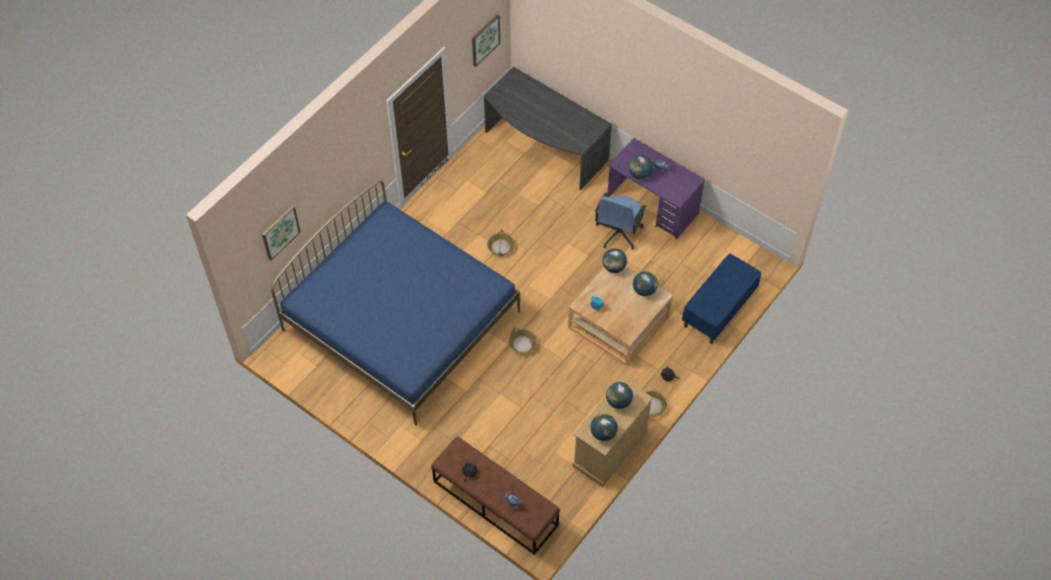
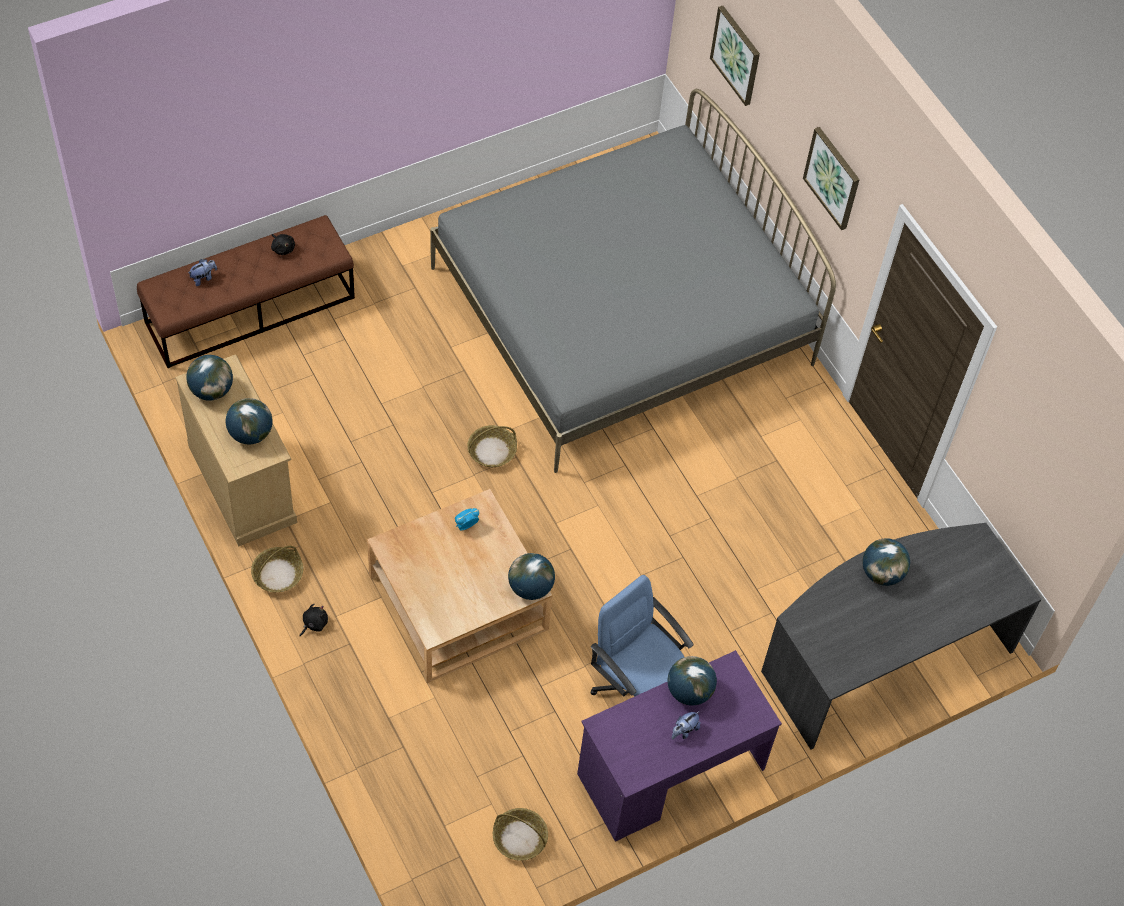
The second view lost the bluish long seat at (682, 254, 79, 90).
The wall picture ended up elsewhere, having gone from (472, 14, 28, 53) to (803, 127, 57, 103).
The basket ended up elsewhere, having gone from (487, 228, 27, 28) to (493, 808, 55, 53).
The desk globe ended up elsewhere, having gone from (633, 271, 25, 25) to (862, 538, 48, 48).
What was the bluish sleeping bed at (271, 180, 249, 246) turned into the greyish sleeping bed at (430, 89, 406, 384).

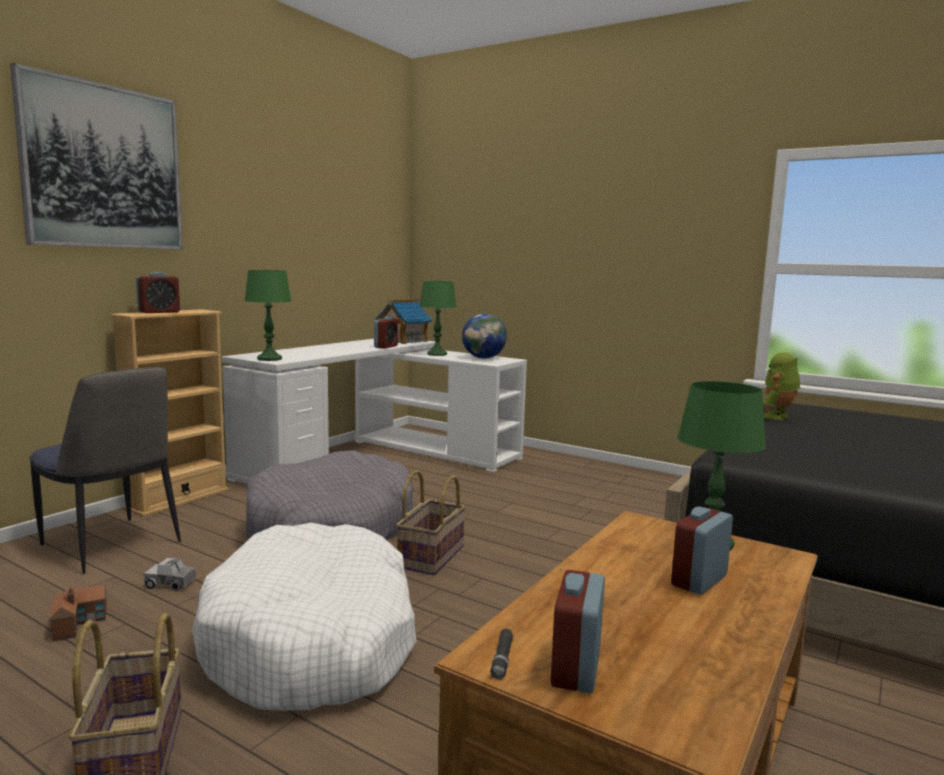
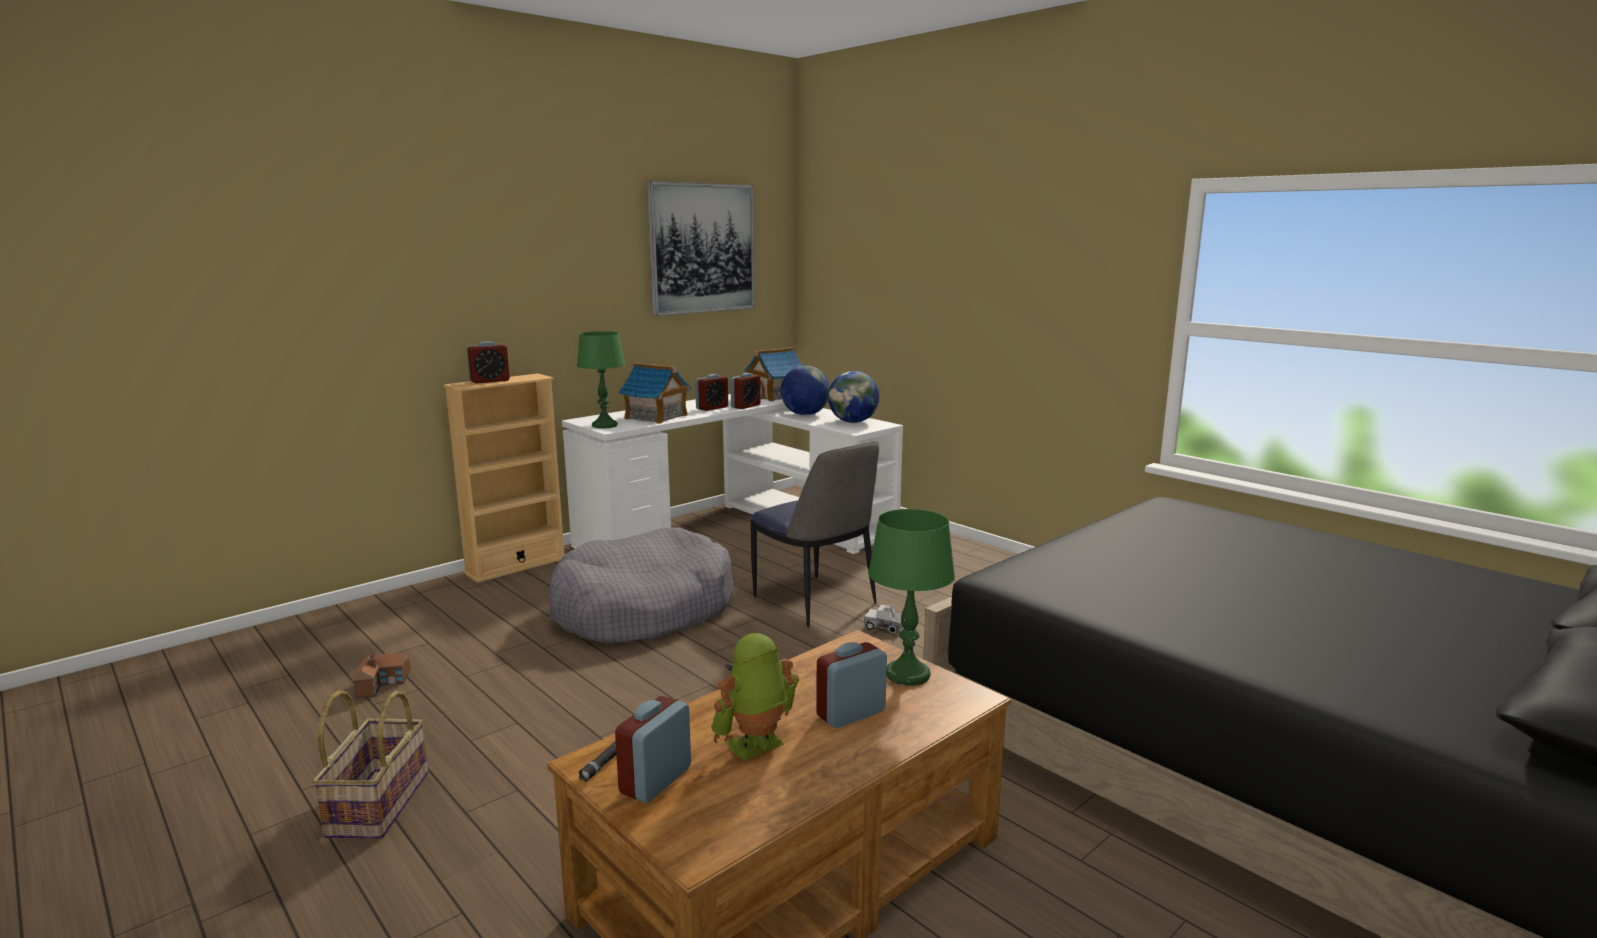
The second view lost the whitish pet bed at (192, 523, 225, 188).
The second view lost the basket at (396, 470, 70, 105).
The second view gained the toy house at (619, 362, 72, 62).
The second view gained the alarm clock at (695, 374, 33, 37).
The wall picture ended up elsewhere, having gone from (10, 63, 173, 187) to (647, 181, 108, 135).
The plain chair ended up elsewhere, having gone from (29, 367, 152, 207) to (750, 442, 129, 185).
The model truck ended up elsewhere, having gone from (144, 558, 52, 34) to (864, 604, 39, 30).
The robot figure ended up elsewhere, having gone from (764, 352, 36, 69) to (711, 633, 88, 128).
Where the greenish table lamp stood at (420, 281, 37, 75), the desk globe came to stand at (780, 366, 50, 49).

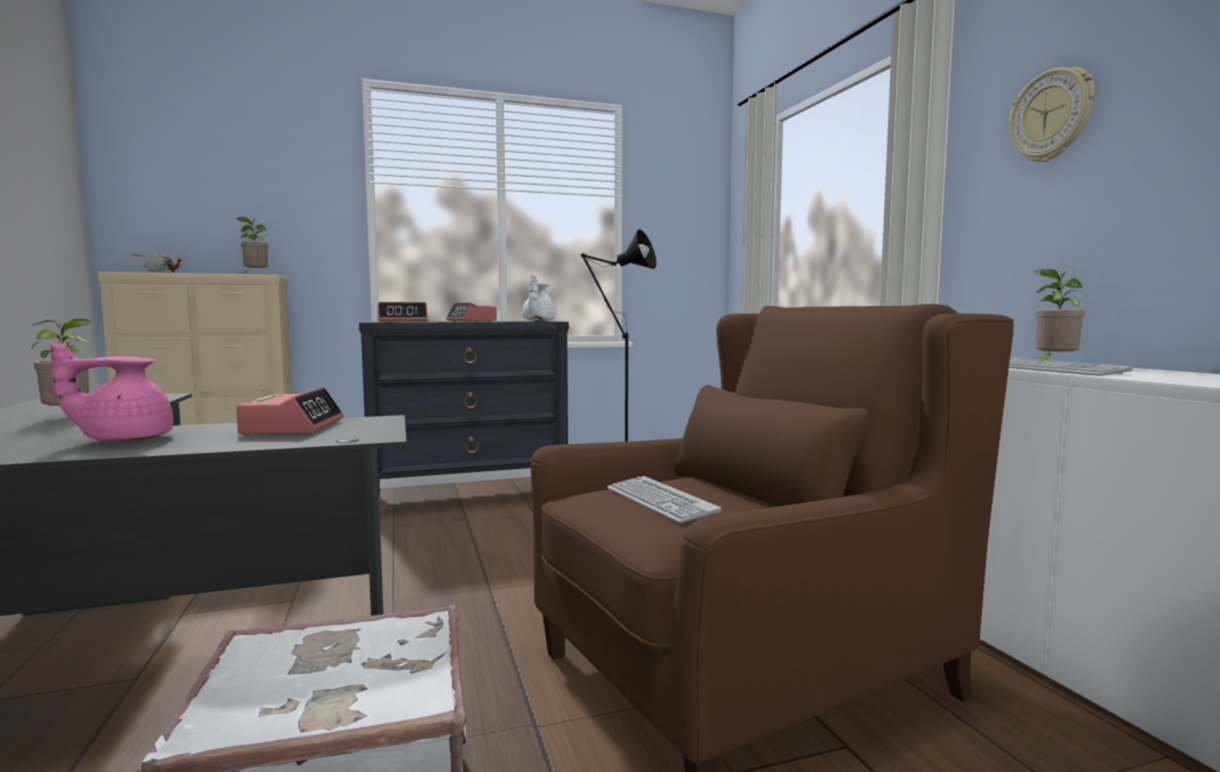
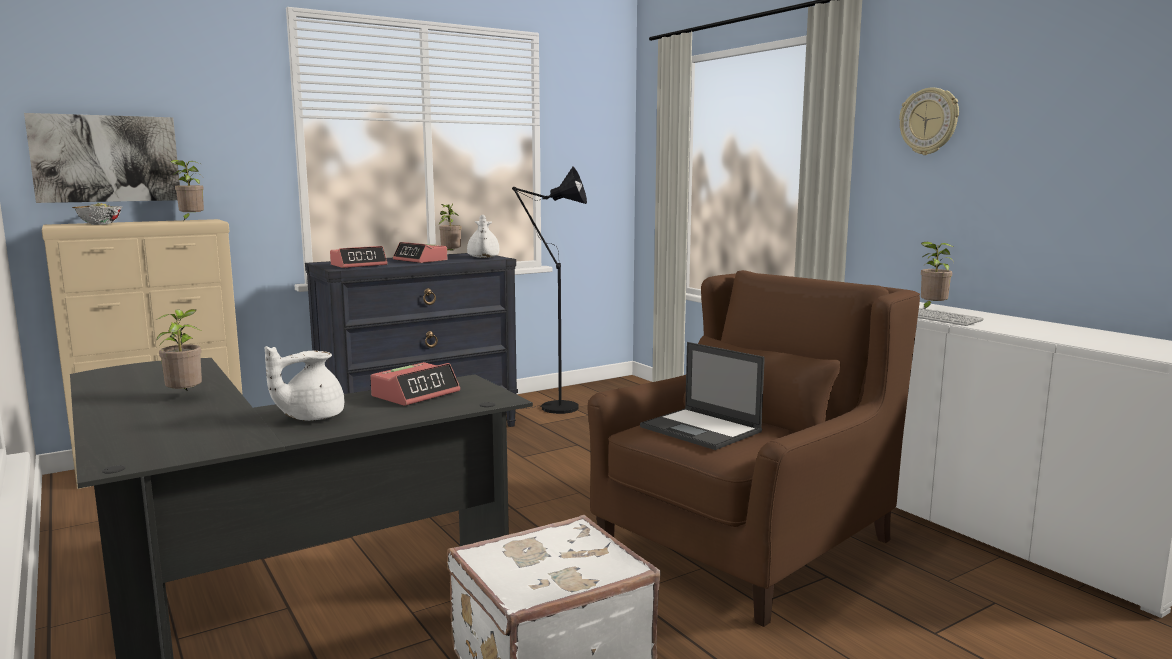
The second view gained the wall picture at (24, 113, 156, 90).
The second view gained the houseplant at (438, 204, 24, 47).
Where the keyboard stood at (607, 476, 115, 47), the laptop came to stand at (640, 342, 125, 108).
What was the pink-coloured pot for tea at (50, 341, 124, 101) turned into the whitish pot for tea at (265, 346, 79, 75).
The alarm clock at (236, 387, 107, 47) ended up facing another way, 60 degrees clockwise from before.

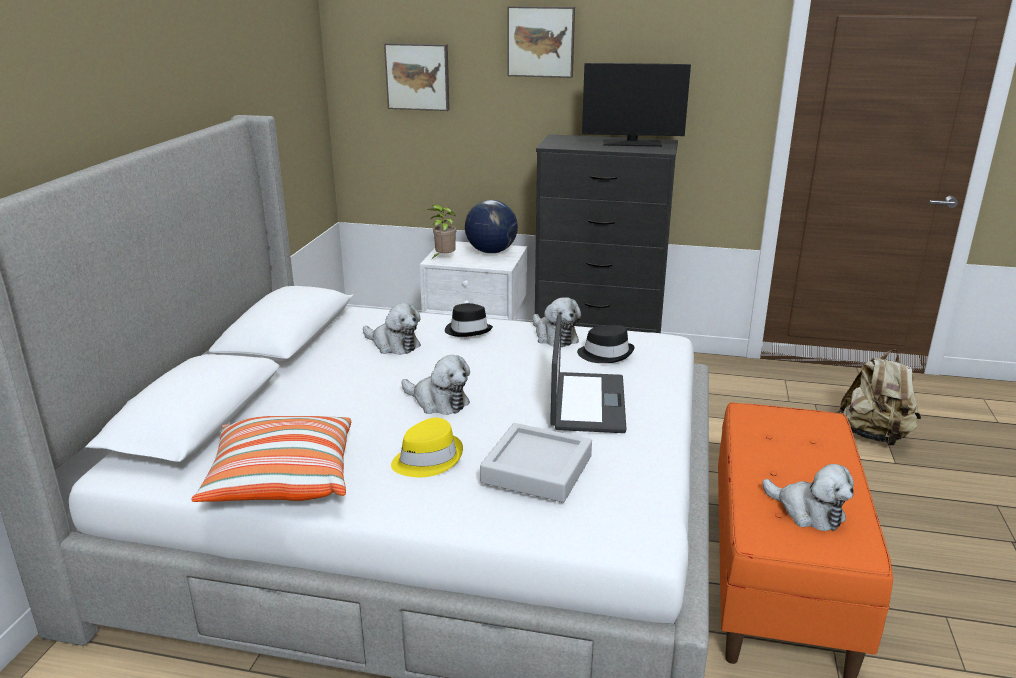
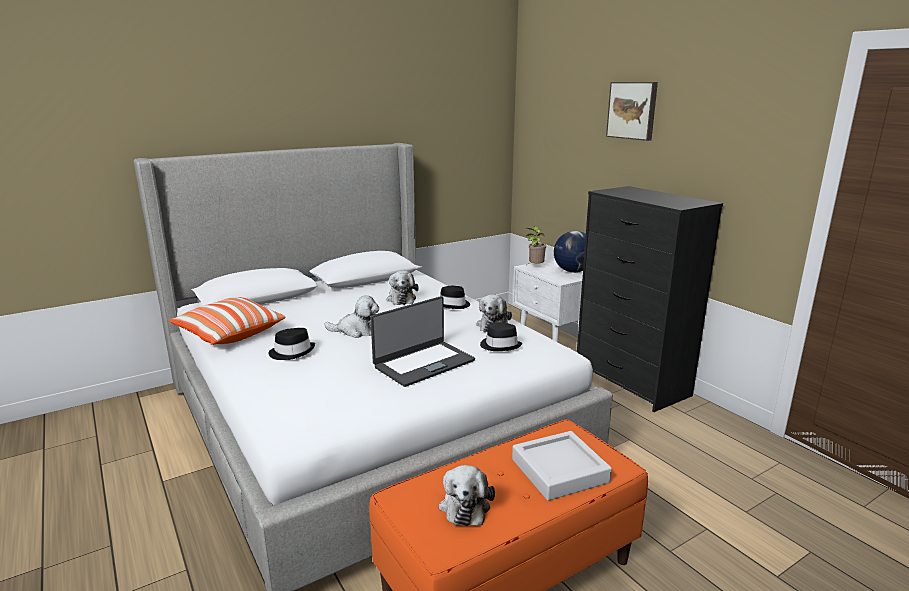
The second view lost the wall picture at (384, 43, 66, 68).
The second view lost the computer display at (582, 63, 109, 84).
The second view lost the beige backpack at (836, 350, 85, 96).
The greyish carrying tray ended up elsewhere, having gone from (480, 423, 112, 80) to (512, 431, 100, 70).
What was the yellow hat at (391, 418, 72, 59) turned into the black-coloured hat at (268, 328, 47, 32).
The plush toy at (401, 355, 69, 60) ended up facing another way, 75 degrees counterclockwise from before.

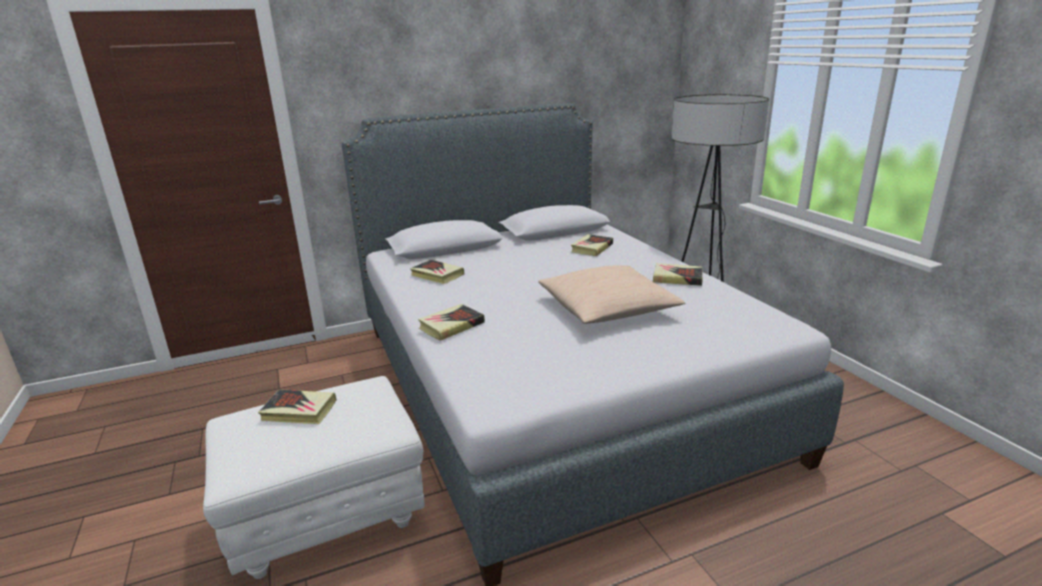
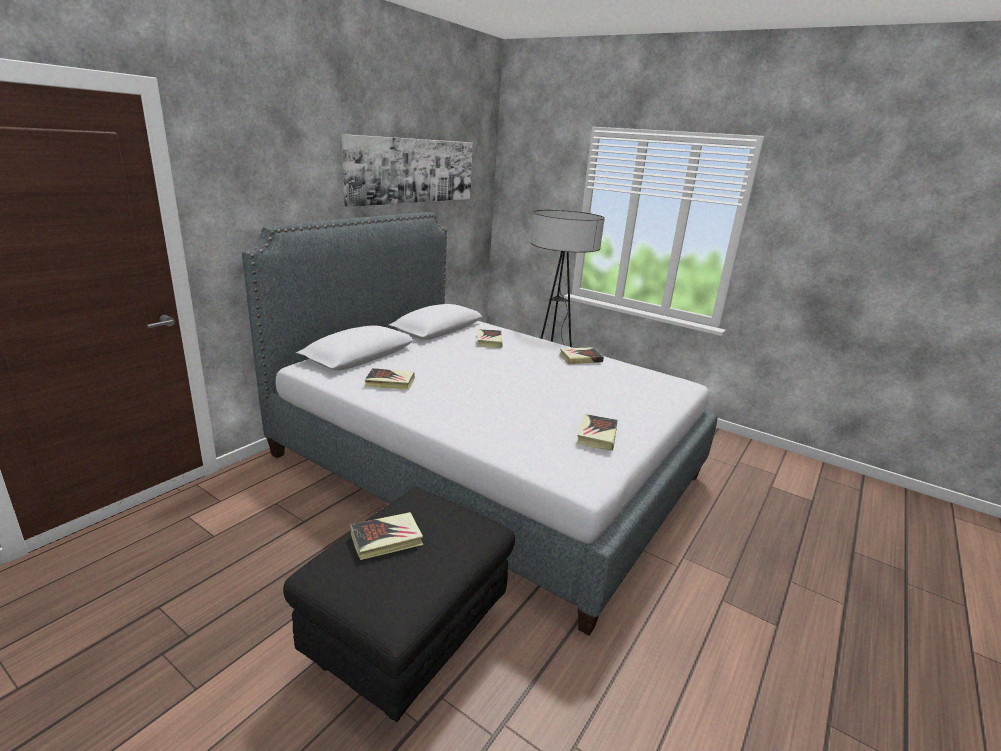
The second view lost the beige cushion at (538, 265, 147, 59).
The second view gained the wall picture at (342, 134, 131, 73).
The volume ended up elsewhere, having gone from (418, 304, 67, 37) to (577, 414, 41, 37).
What was the whitish footrest at (203, 376, 221, 203) turned into the black-coloured footrest at (283, 487, 232, 235).

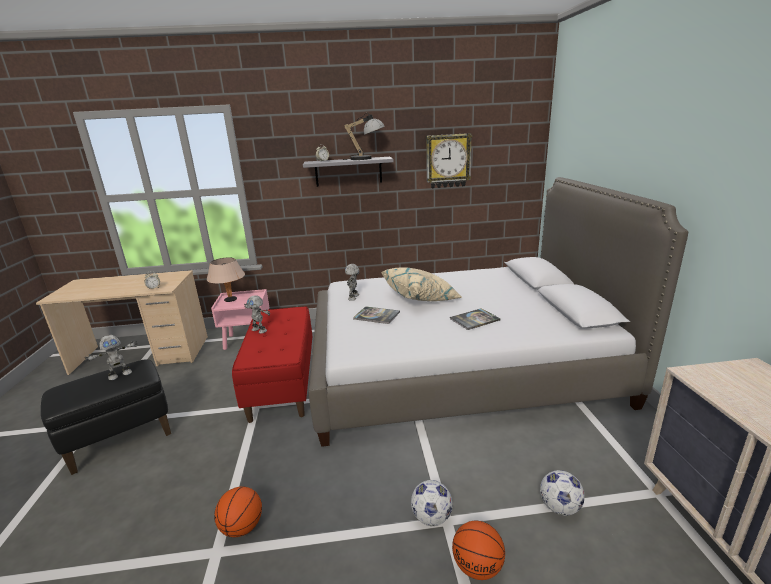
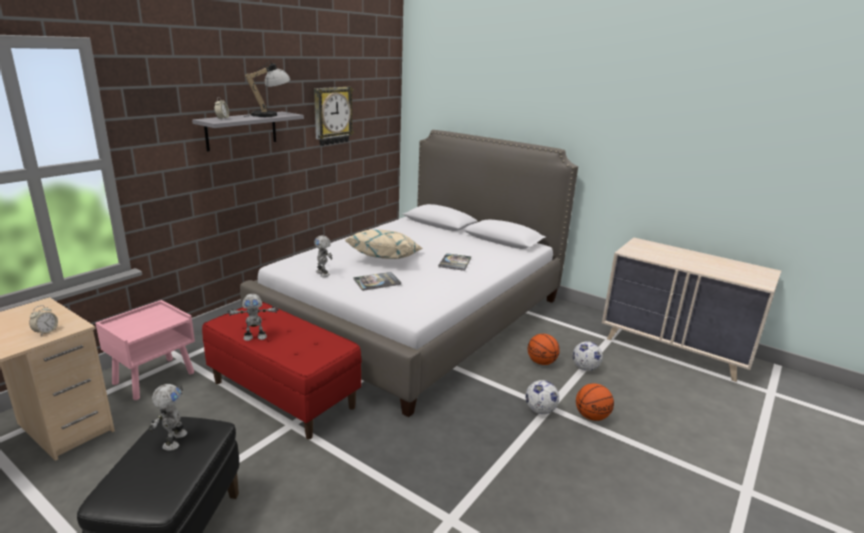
The second view lost the beige table lamp at (206, 257, 39, 45).
The basketball ball ended up elsewhere, having gone from (214, 486, 48, 51) to (528, 334, 32, 31).

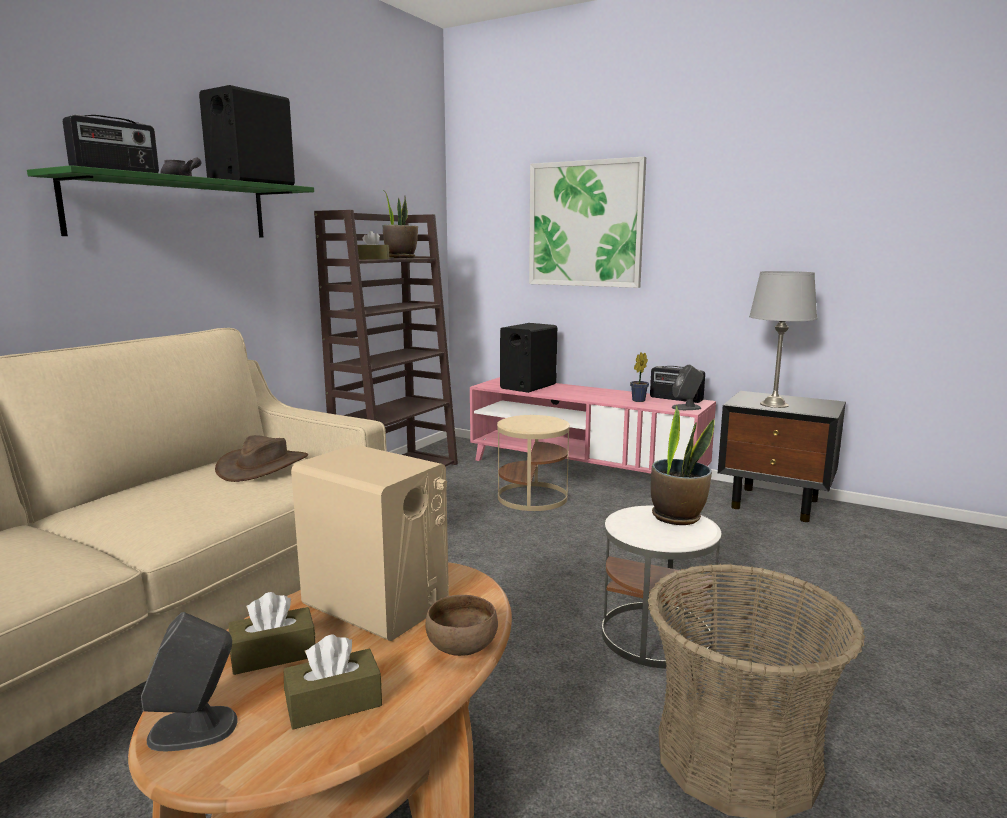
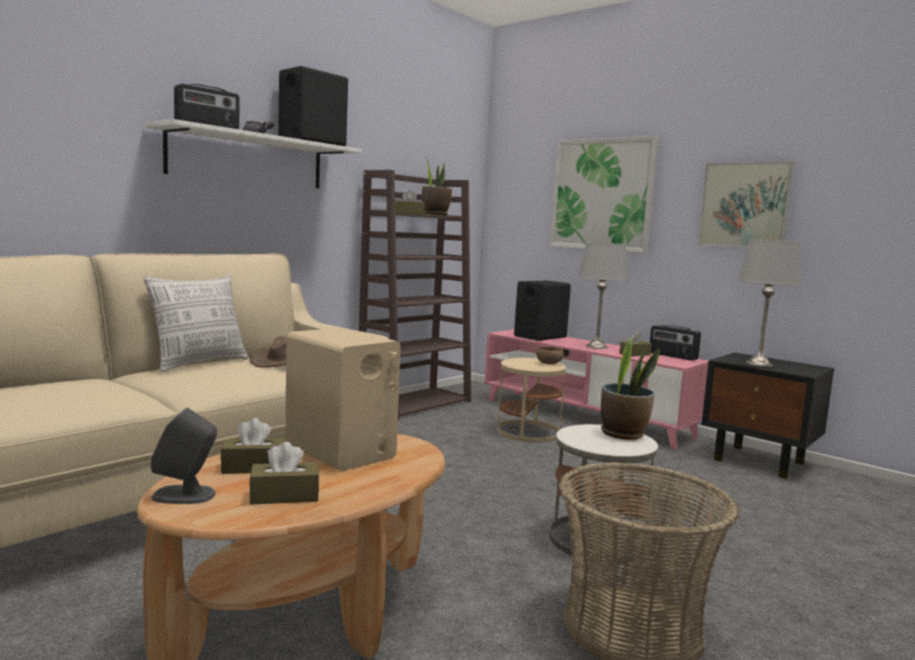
The second view lost the greyish loudspeaker at (672, 365, 32, 45).
The second view gained the cushion at (144, 275, 104, 97).
The second view gained the greyish table lamp at (578, 242, 50, 107).
The second view gained the wall picture at (698, 162, 96, 85).
The brown-coloured bowl ended up elsewhere, having gone from (425, 595, 73, 61) to (536, 346, 28, 18).
Where the houseplant stood at (630, 352, 19, 50), the brown-coloured tissue holder came to stand at (619, 331, 33, 26).
What was the greenish shelf at (27, 165, 287, 72) turned into the whitish shelf at (145, 119, 217, 69).

